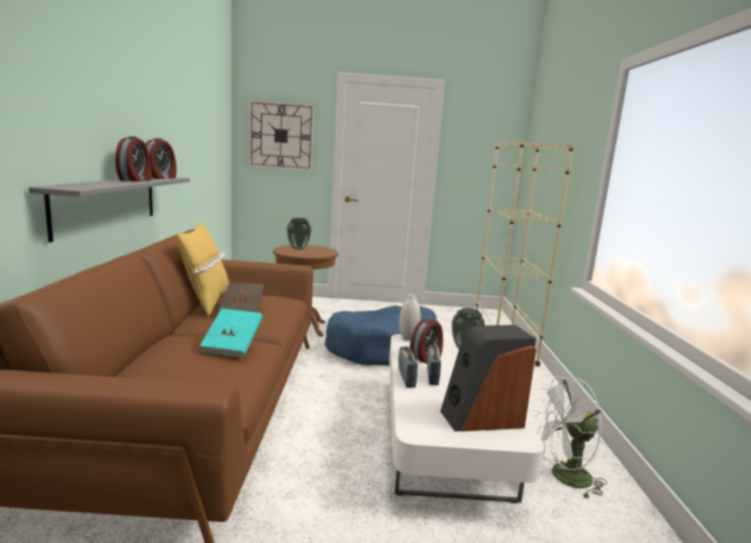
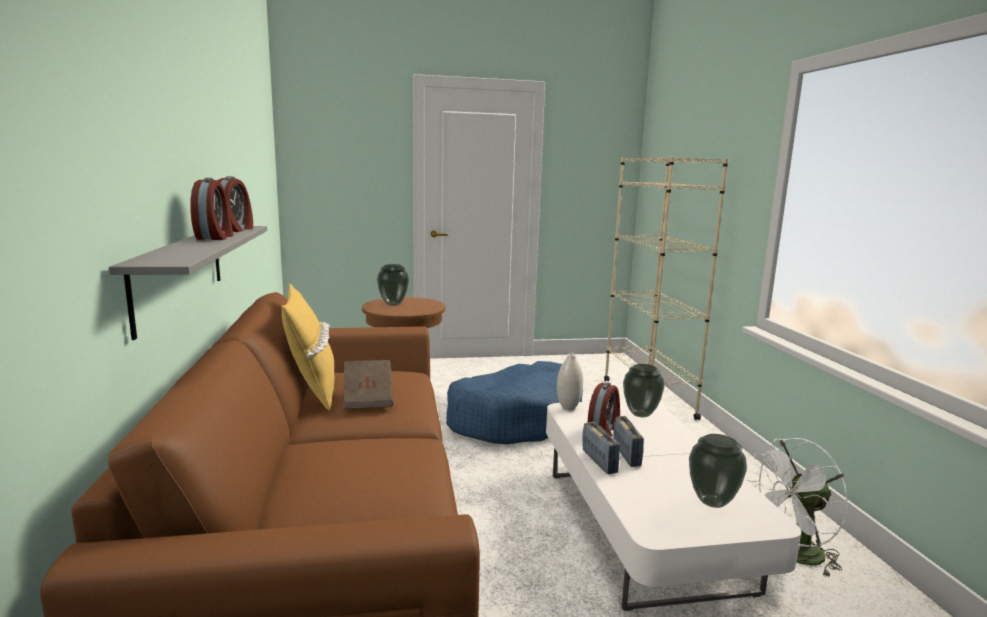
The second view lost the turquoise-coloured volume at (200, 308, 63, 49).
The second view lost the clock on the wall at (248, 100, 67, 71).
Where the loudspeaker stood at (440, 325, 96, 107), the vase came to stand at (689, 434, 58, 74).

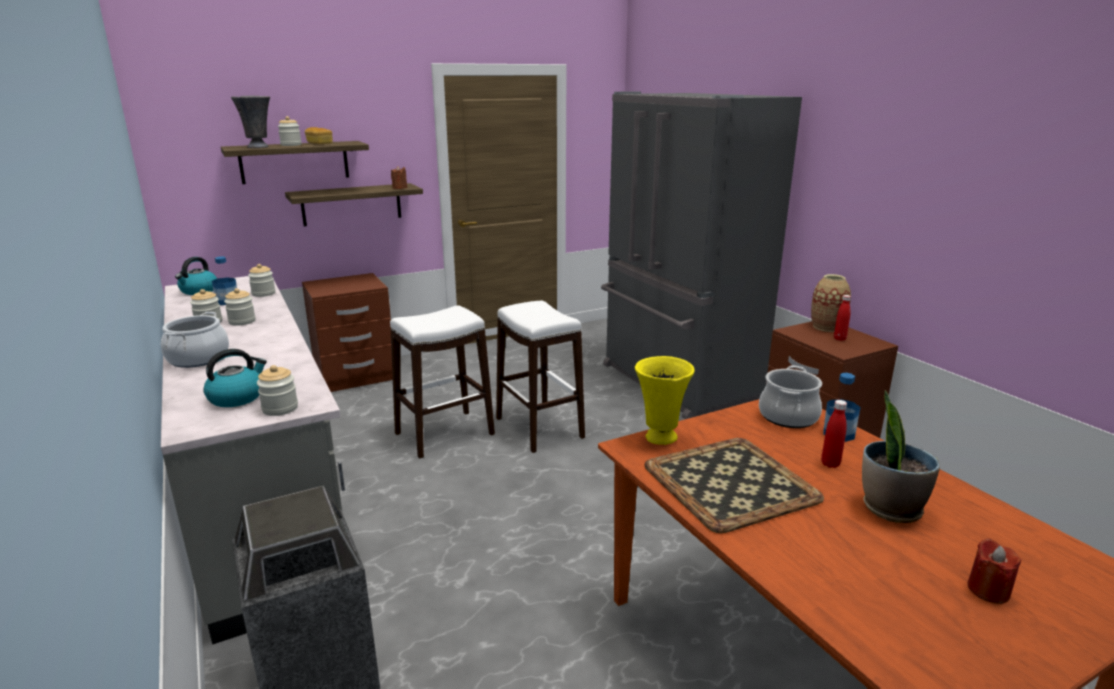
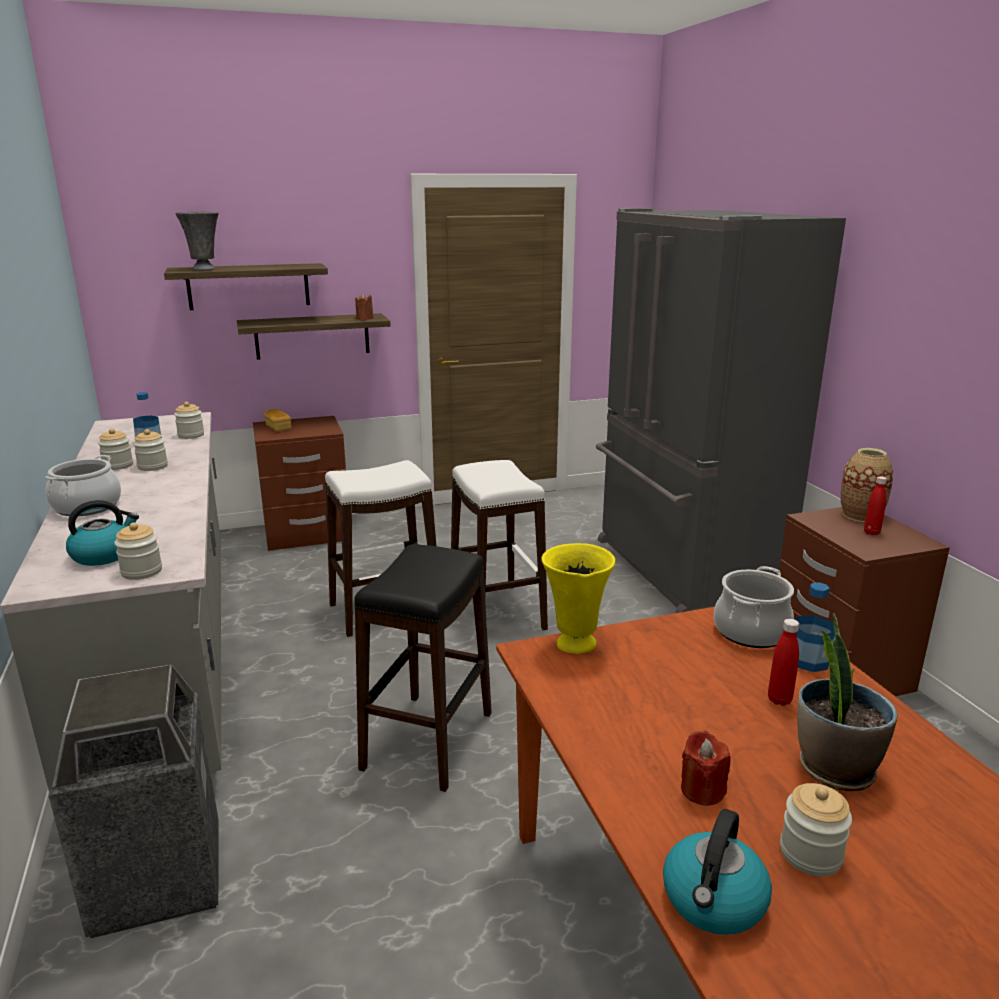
The second view lost the carrying tray at (644, 438, 180, 95).
The second view gained the black-coloured sitting stool at (354, 544, 138, 248).
The kettle ended up elsewhere, having gone from (175, 257, 42, 38) to (663, 809, 109, 126).
The preserve jar ended up elsewhere, having gone from (278, 116, 24, 30) to (780, 783, 72, 94).
The baked bread ended up elsewhere, having gone from (305, 127, 28, 17) to (264, 409, 27, 22).
The reddish wax candle ended up elsewhere, having gone from (968, 538, 53, 66) to (681, 731, 50, 75).

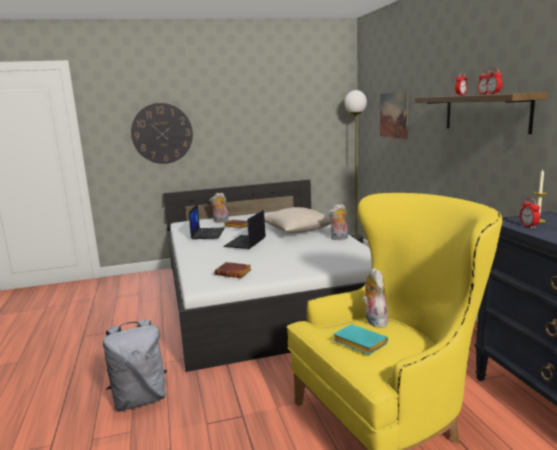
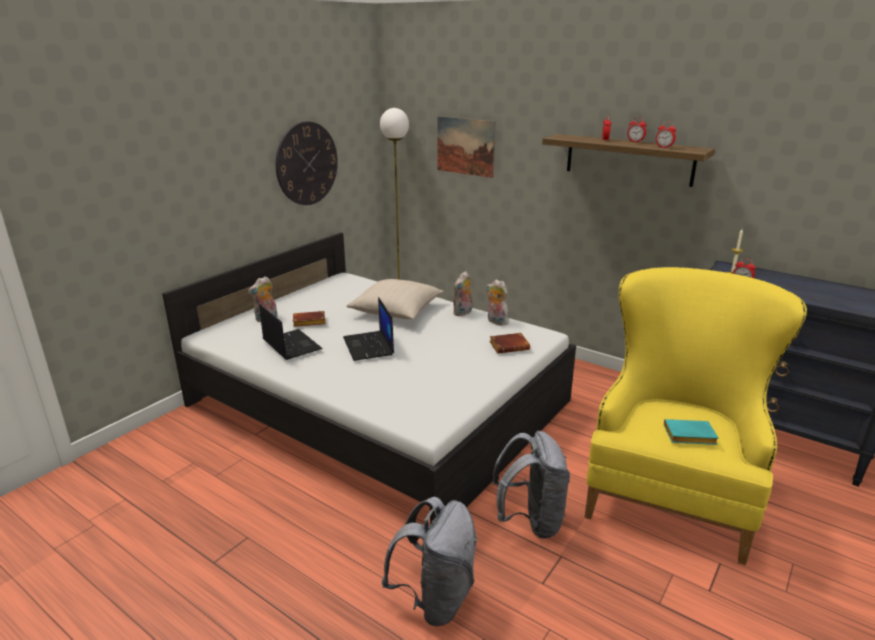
The second view gained the greyish backpack at (492, 431, 78, 108).
The clock on the wall ended up elsewhere, having gone from (131, 103, 62, 61) to (276, 121, 62, 84).
The brown-coloured volume ended up elsewhere, having gone from (214, 262, 38, 16) to (489, 333, 41, 21).
The plush toy ended up elsewhere, having gone from (362, 268, 26, 60) to (486, 280, 23, 46).

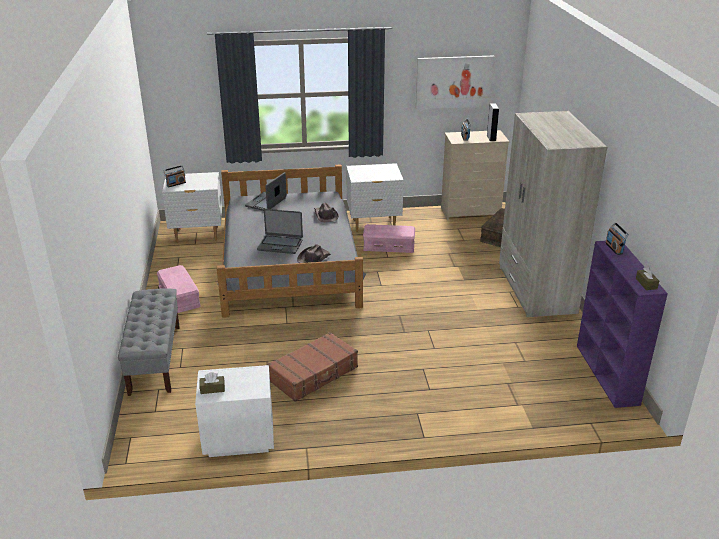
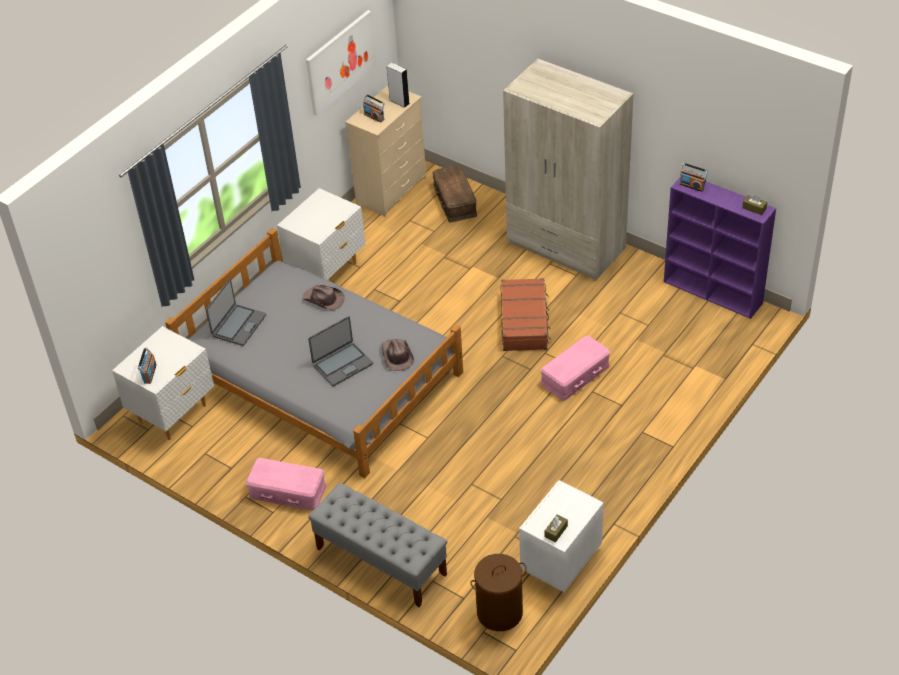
The second view gained the brown-coloured washing basket at (470, 554, 57, 77).
The brown-coloured suitcase ended up elsewhere, having gone from (267, 332, 91, 70) to (500, 278, 51, 73).
The pink-coloured storage container ended up elsewhere, having gone from (363, 224, 52, 29) to (541, 335, 69, 66).
The laptop at (245, 172, 42, 39) ended up facing another way, 135 degrees counterclockwise from before.

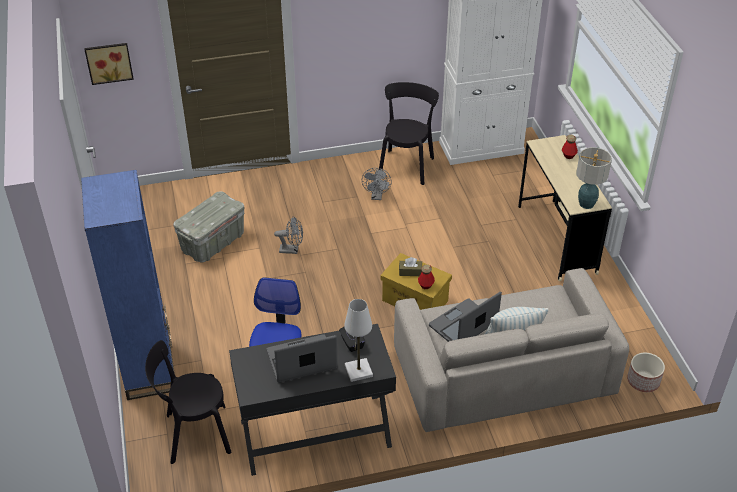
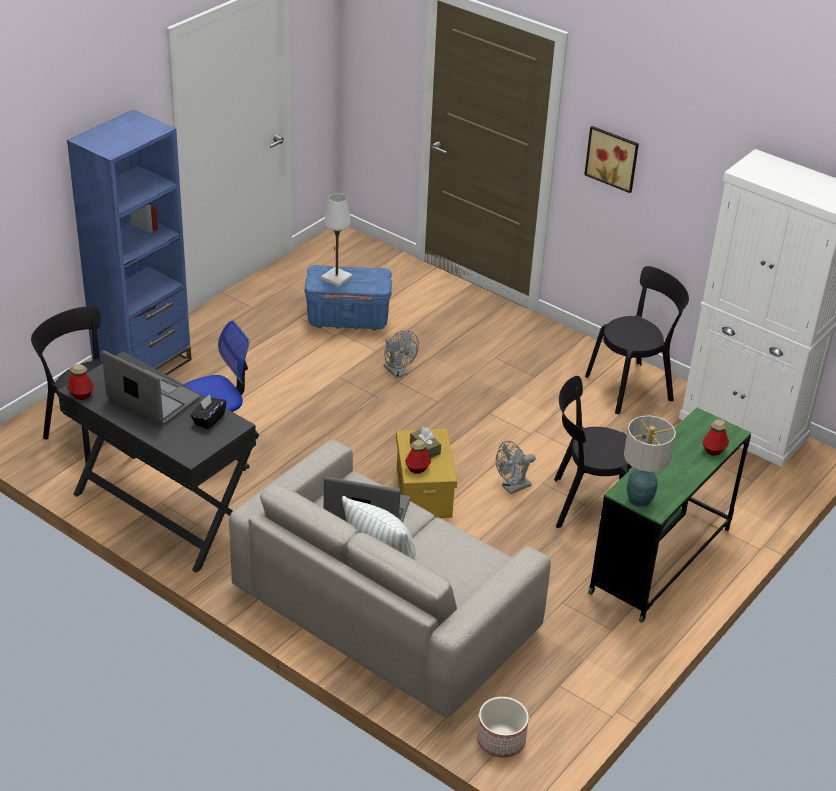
The second view gained the bottle at (67, 364, 27, 36).
The second view gained the black-coloured plain chair at (554, 376, 78, 152).
The wall picture ended up elsewhere, having gone from (84, 43, 50, 42) to (584, 126, 55, 67).
The whitish table lamp ended up elsewhere, having gone from (344, 299, 29, 83) to (321, 193, 31, 94).
The greyish cooling fan ended up elsewhere, having gone from (362, 168, 30, 32) to (496, 441, 40, 53).
What was the greyish storage container at (173, 191, 71, 72) turned into the bluish storage container at (304, 265, 88, 66).
What was the beige desk at (518, 135, 94, 146) turned into the greenish desk at (588, 407, 163, 216).

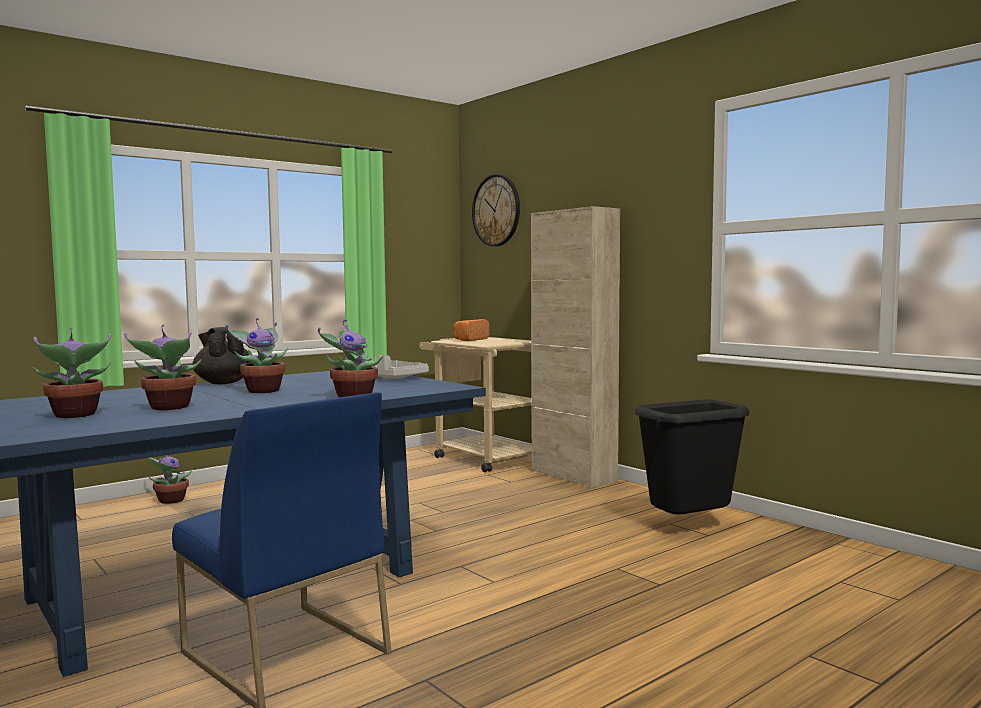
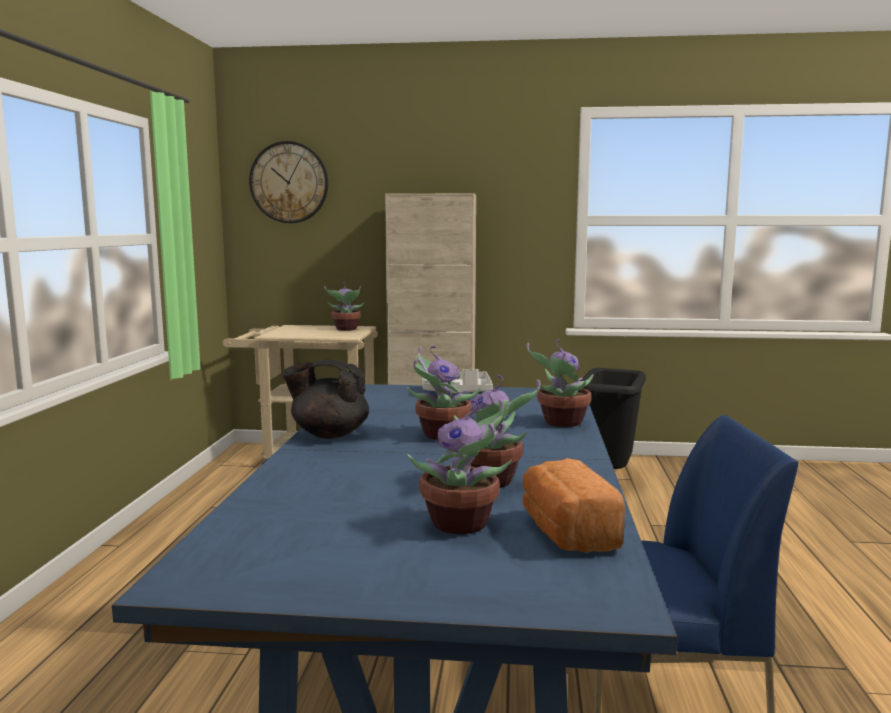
The houseplant ended up elsewhere, having gone from (148, 455, 45, 49) to (324, 281, 41, 50).
The baked bread ended up elsewhere, having gone from (453, 319, 36, 22) to (522, 458, 103, 95).

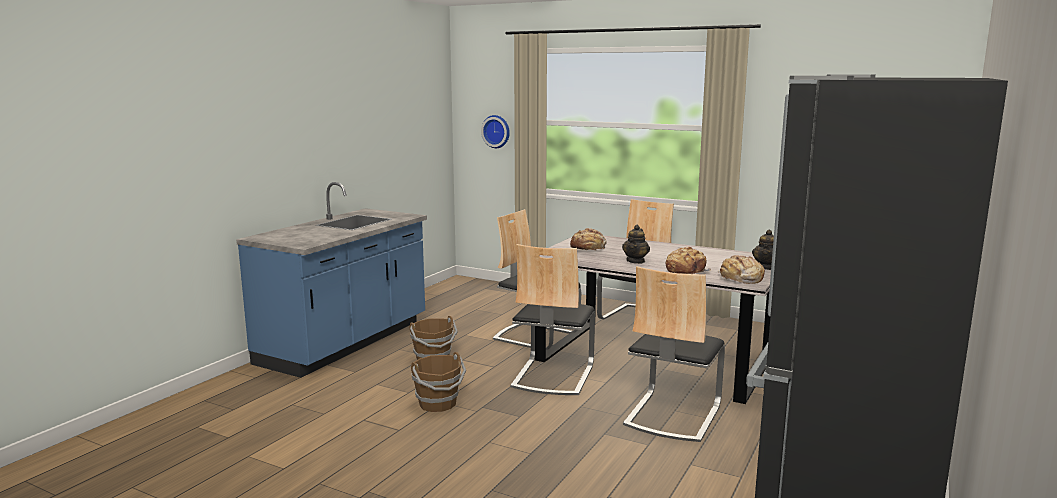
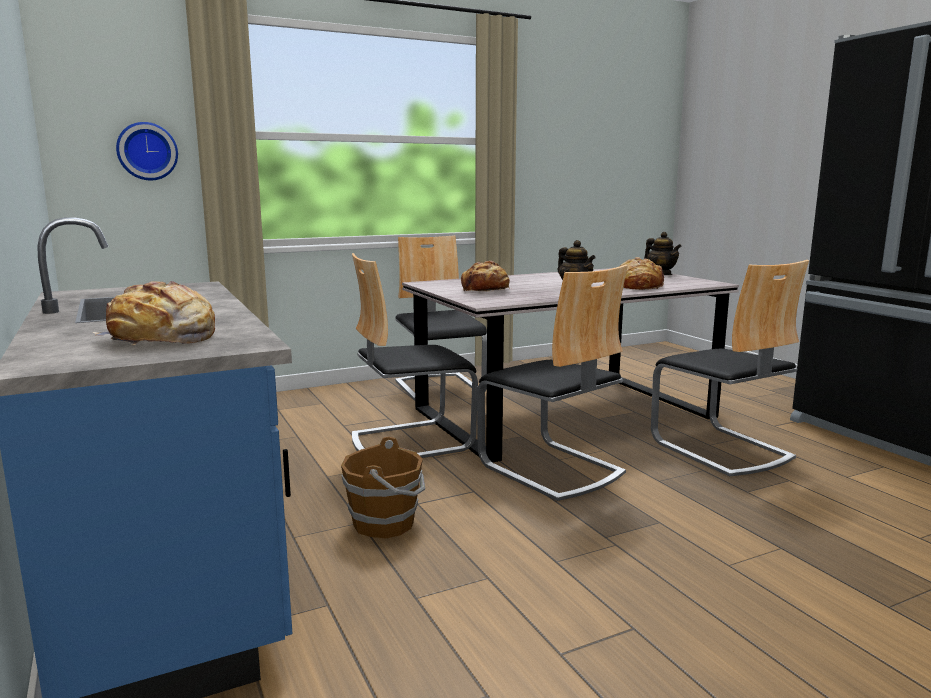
The second view lost the brown-coloured pail at (411, 352, 55, 60).
The baked bread ended up elsewhere, having gone from (718, 255, 47, 29) to (93, 281, 122, 64).

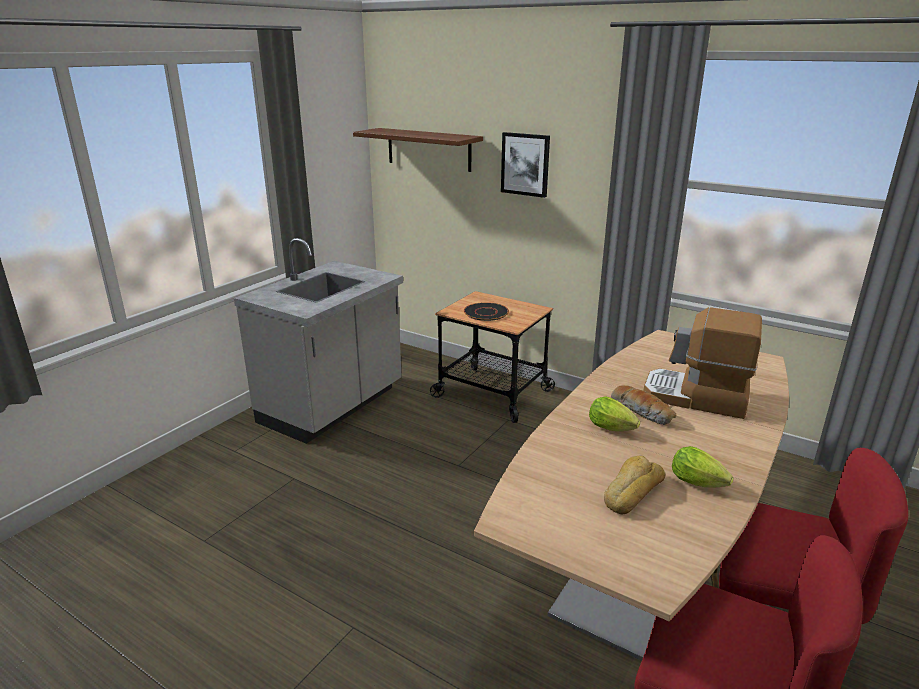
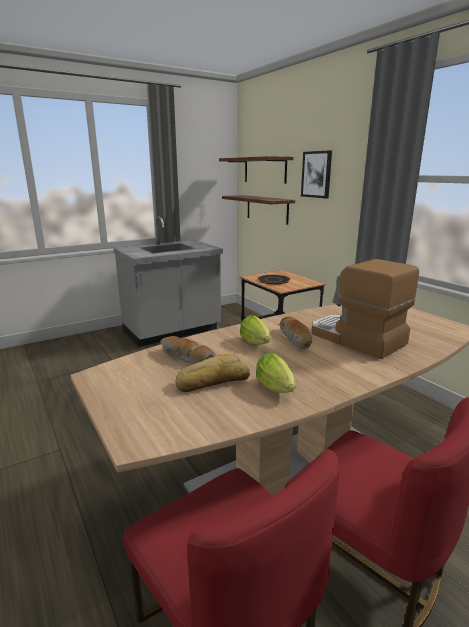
The second view gained the baked bread at (160, 336, 56, 28).
The second view gained the shelf at (222, 195, 73, 30).

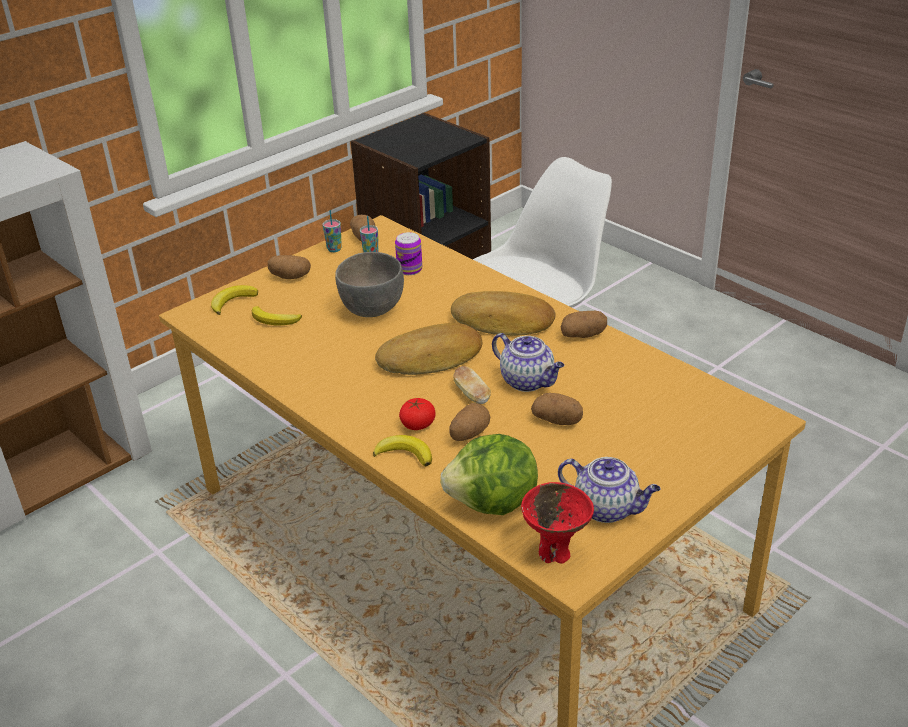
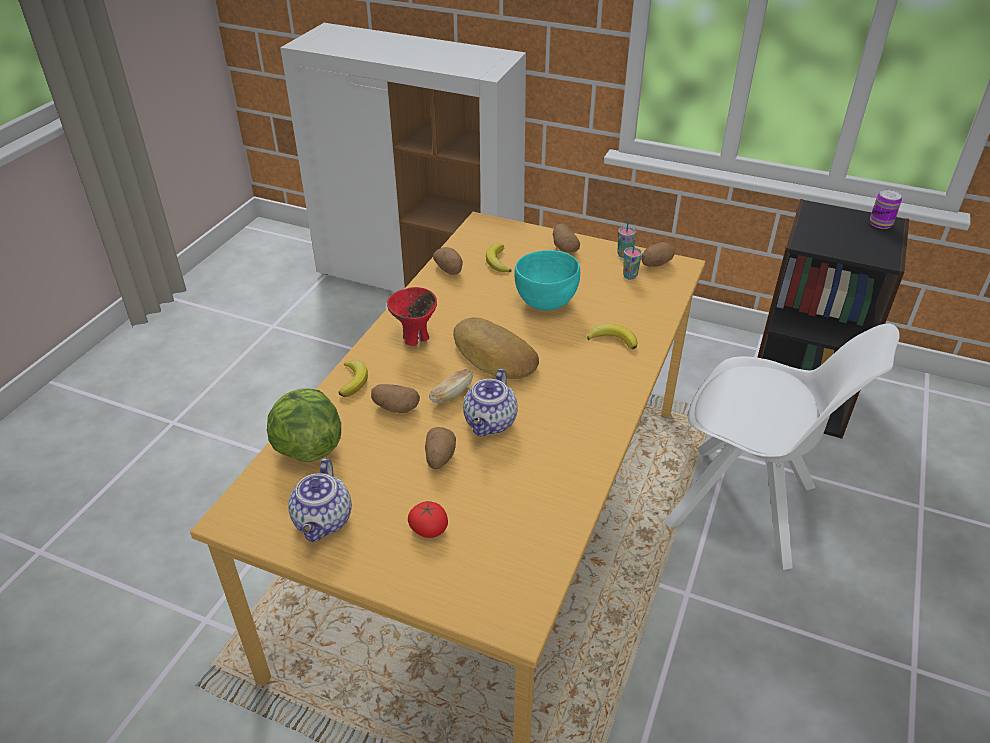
The second view lost the baked bread at (451, 291, 105, 45).
The banana fruit ended up elsewhere, having gone from (211, 285, 47, 30) to (587, 324, 50, 25).
The sealed can ended up elsewhere, having gone from (395, 232, 27, 43) to (870, 190, 32, 39).
The whole tomato ended up elsewhere, having gone from (399, 398, 36, 32) to (408, 501, 40, 37).
The reddish bowl ended up elsewhere, having gone from (521, 482, 73, 82) to (387, 287, 50, 59).
The potato ended up elsewhere, having gone from (561, 311, 46, 27) to (433, 247, 30, 28).
What was the greyish bowl at (335, 252, 69, 65) turned into the turquoise-coloured bowl at (514, 250, 66, 60).

